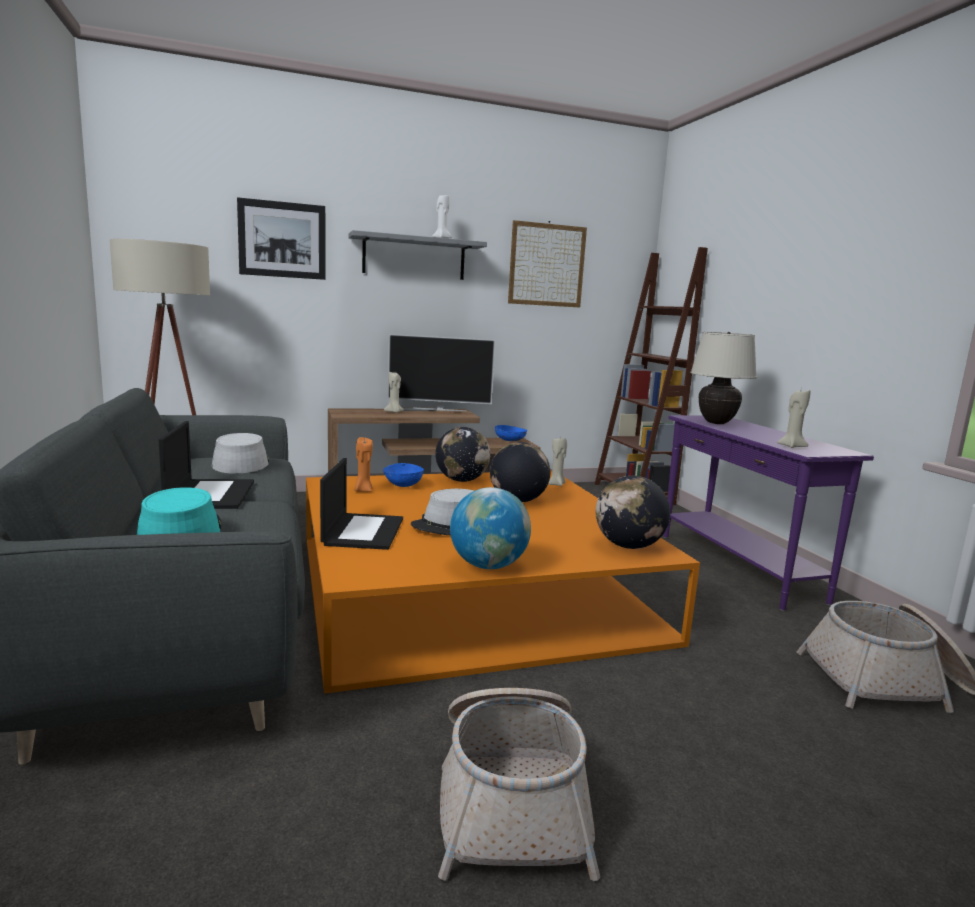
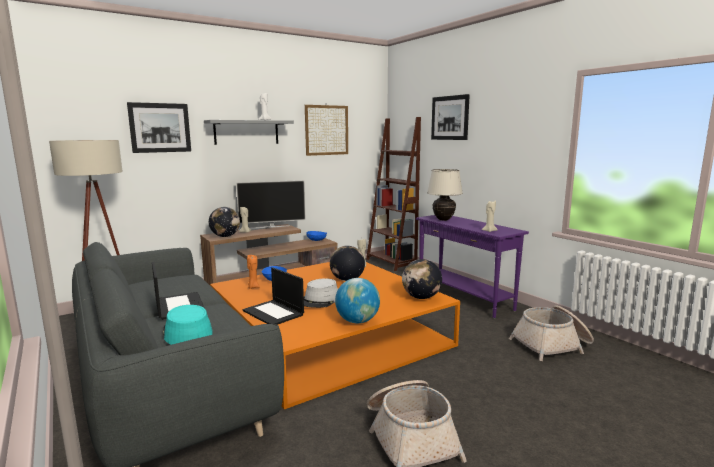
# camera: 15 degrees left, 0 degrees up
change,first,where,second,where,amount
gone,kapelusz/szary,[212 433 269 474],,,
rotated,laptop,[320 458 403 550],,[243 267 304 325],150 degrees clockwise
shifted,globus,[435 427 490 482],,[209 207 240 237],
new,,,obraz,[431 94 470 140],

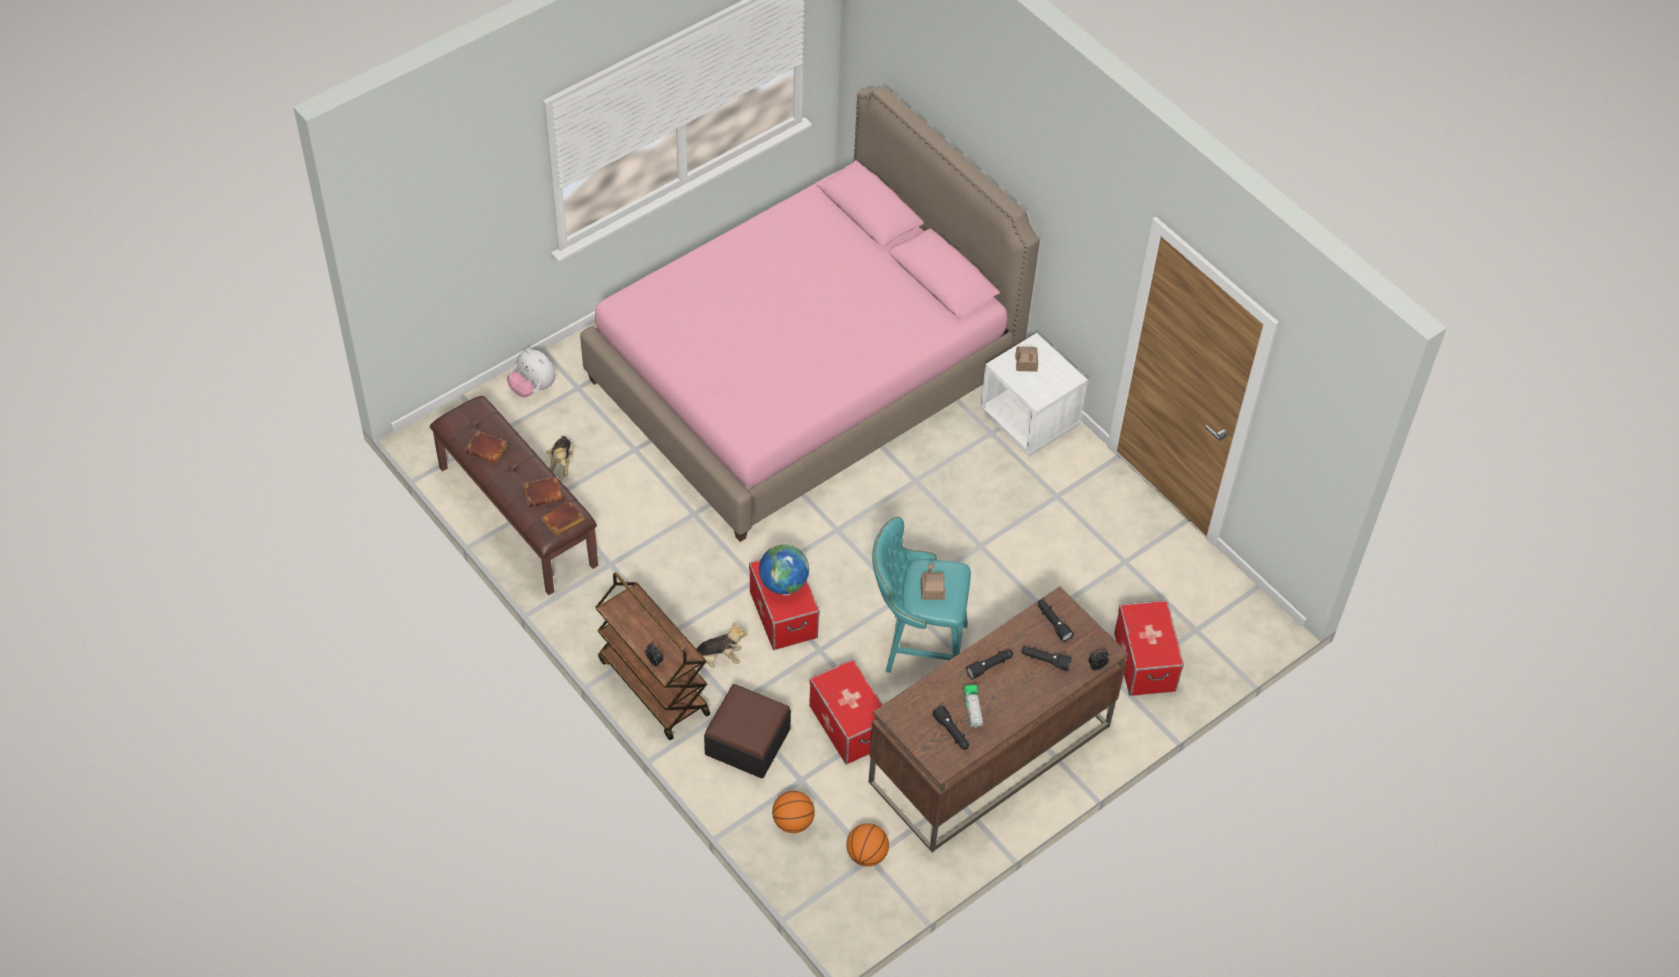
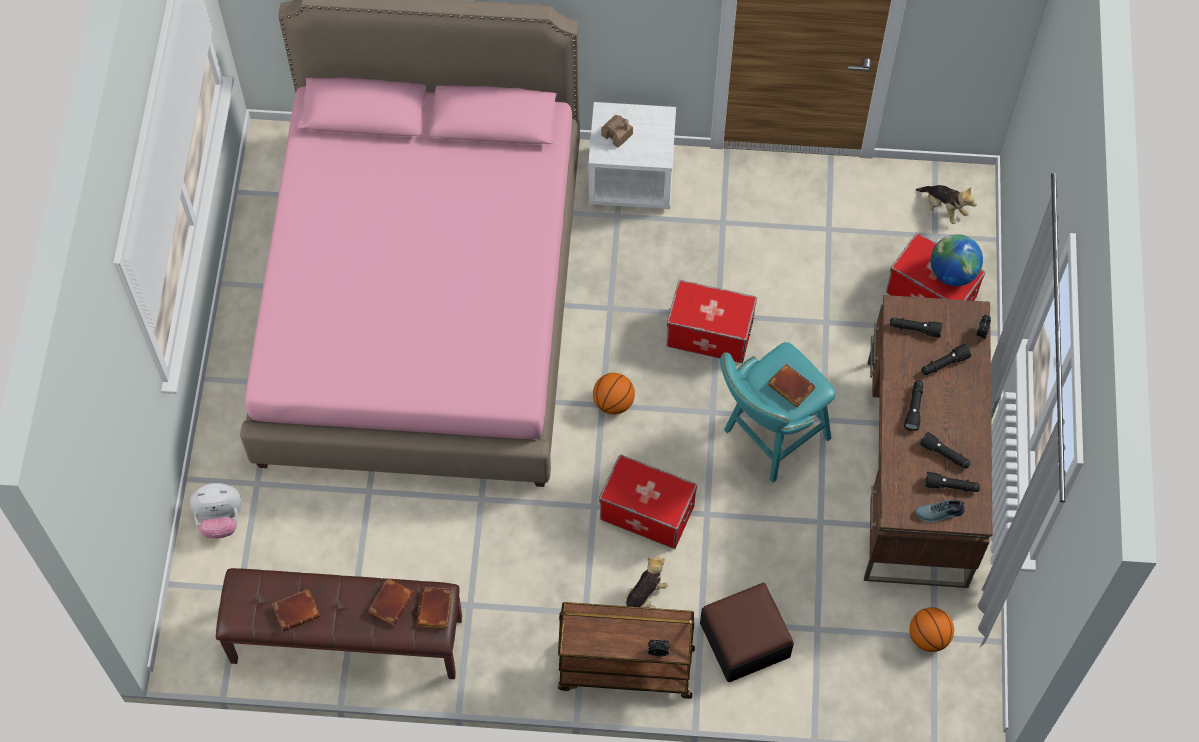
# camera: 45 degrees left, 10 degrees up
change,first,where,second,where,amount
shifted,pluszak,[547 436 574 477],,[916 185 977 224],
shifted,globus,[759 544 809 594],,[930 234 983 286],
shifted,piłka do koszykówki,[772 791 815 833],,[593 373 635 415],
shifted,pojemnik do przechowywania,[809 659 883 765],,[666 280 757 363],
swapped,domek,[920 564 945 600],książka/brązowy,[768 364 816 407],
swapped,ciężarówka zabawkowa,[963 685 983 728],latarka/czarny,[920 432 971 469],
new,,,but,[916 500 965 522],

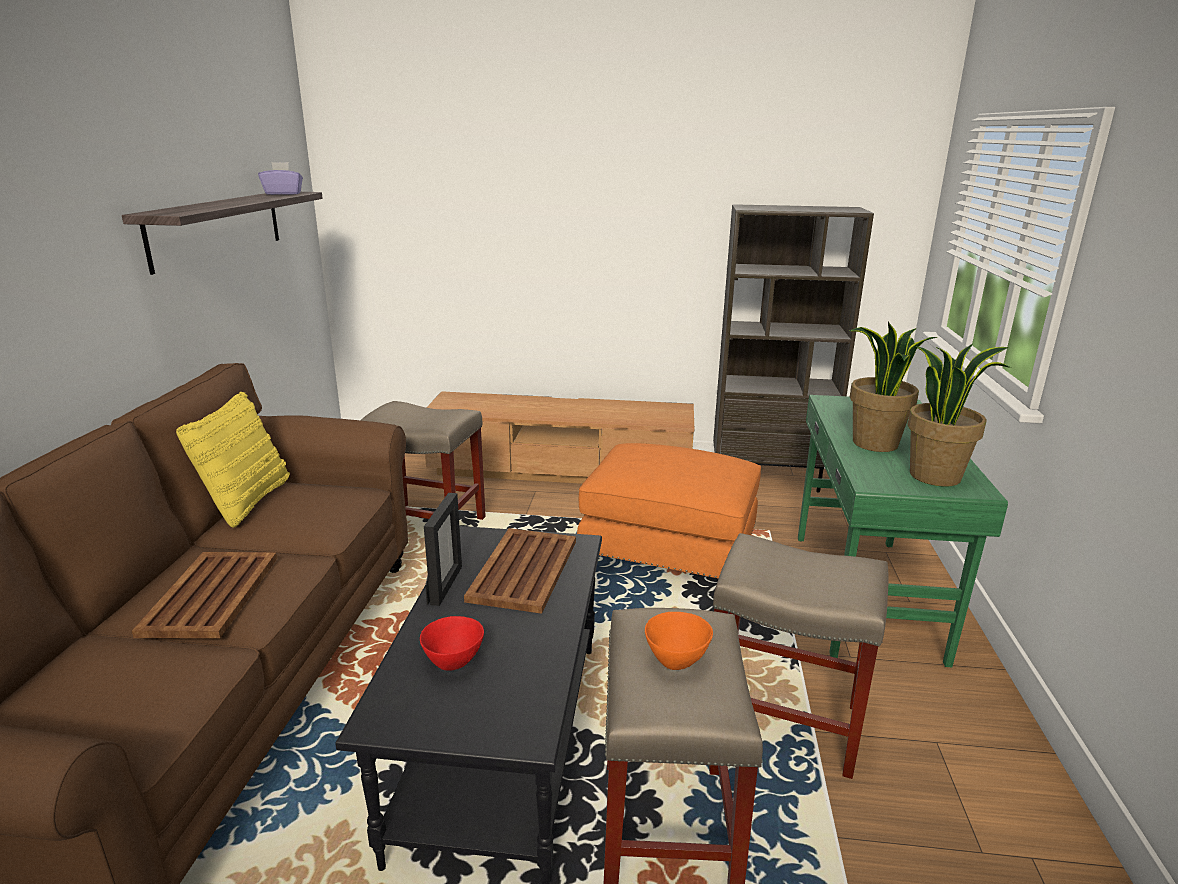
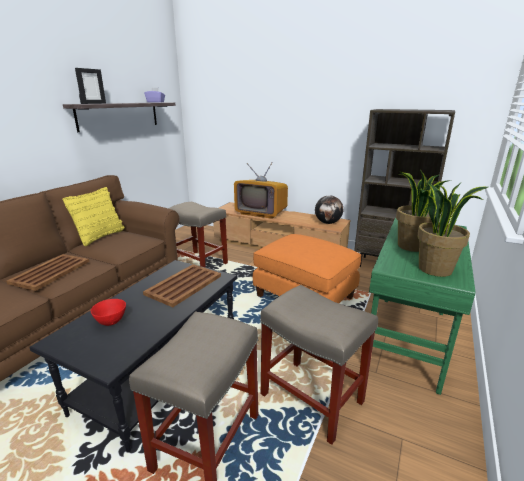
# camera: 20 degrees right, 0 degrees up
change,first,where,second,where,amount
shifted,ramka na zdjęcie,[424 493 462 606],,[75 68 106 104],
gone,miska/pomarańczowy,[645 612 713 670],,,
new,,,telewizor,[234 162 288 219],
new,,,globus,[315 196 344 224],

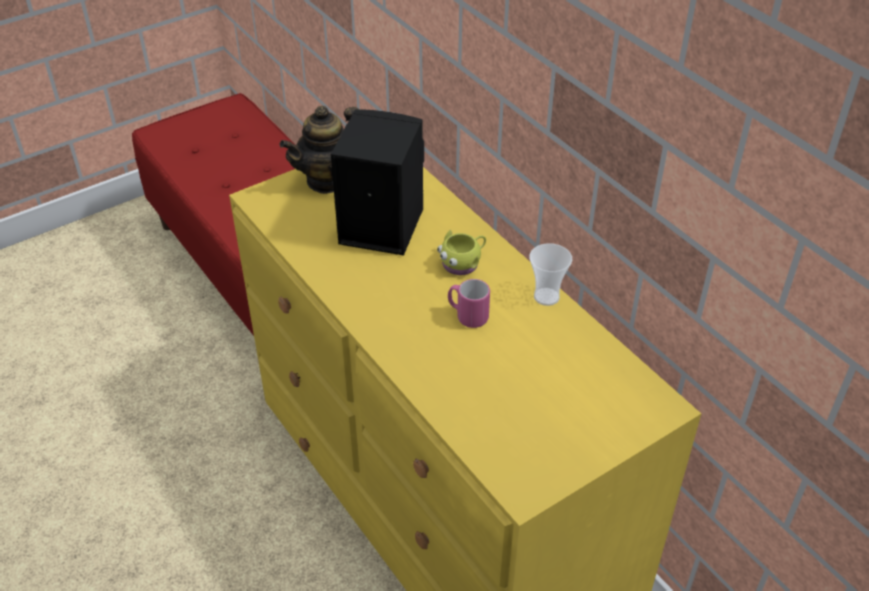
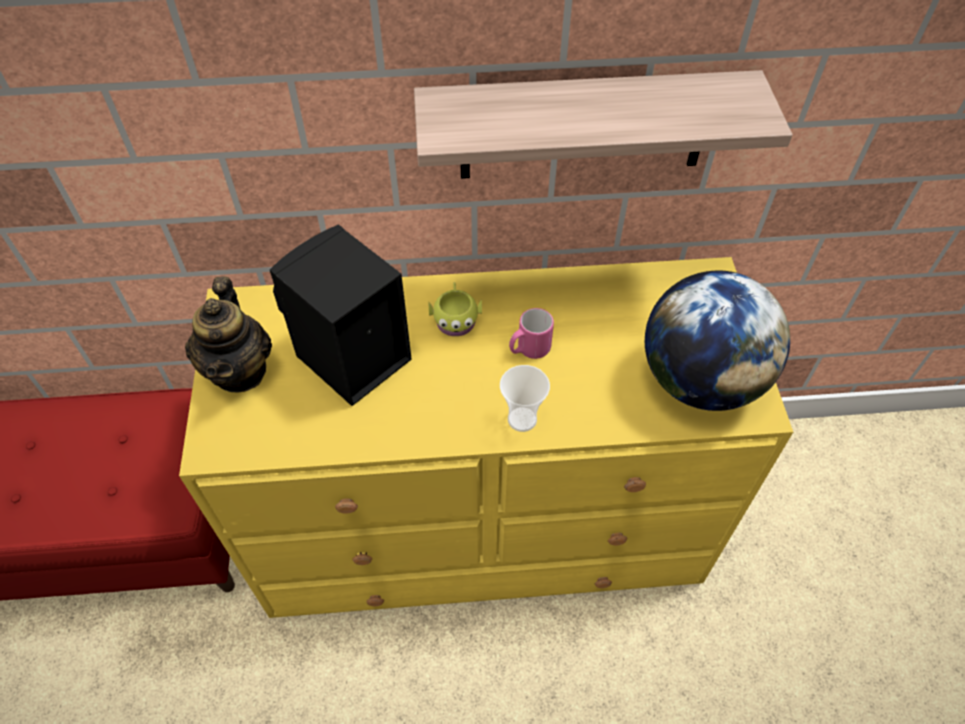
# camera: 60 degrees left, 10 degrees up
change,first,where,second,where,amount
shifted,filiżanka,[529 243 572 306],,[500 365 550 432],
new,,,półka,[414 70 793 179],
new,,,globus,[645 270 790 411],

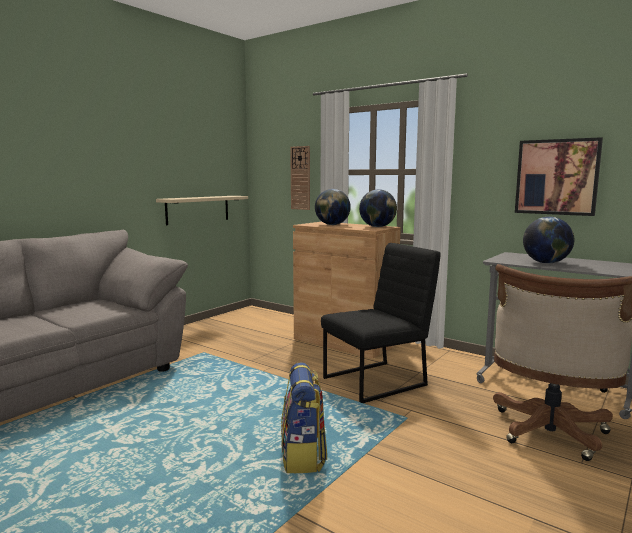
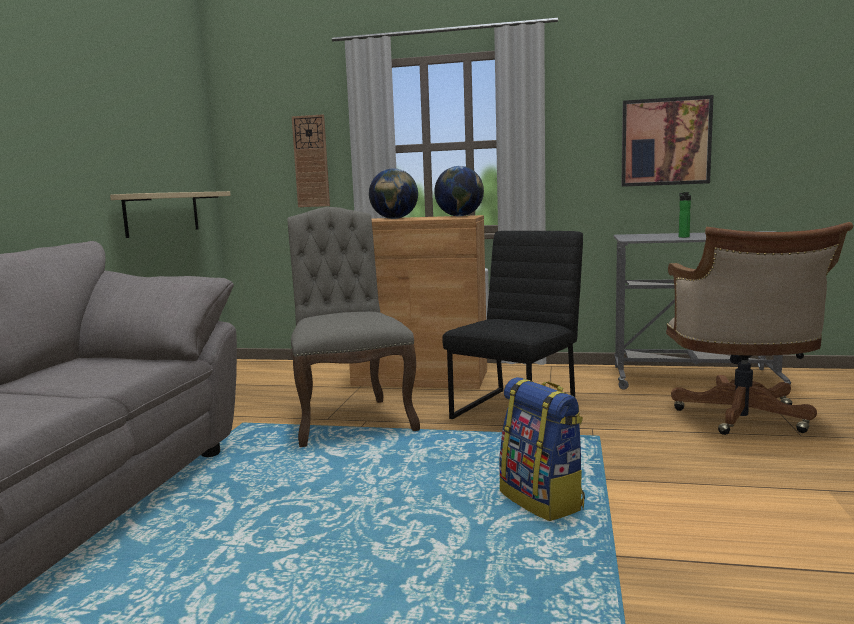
# camera: 25 degrees left, 0 degrees up
change,first,where,second,where,amount
swapped,globus,[523 217 574 264],butelka,[679 192 691 238],
new,,,krzesło/szary,[287 207 420 447],

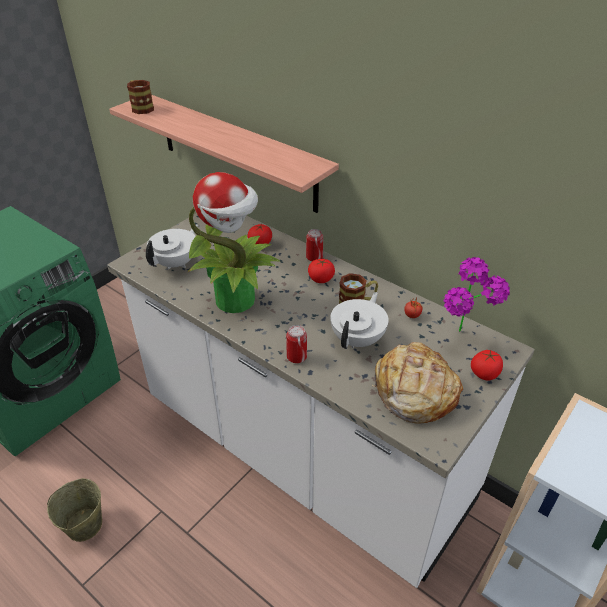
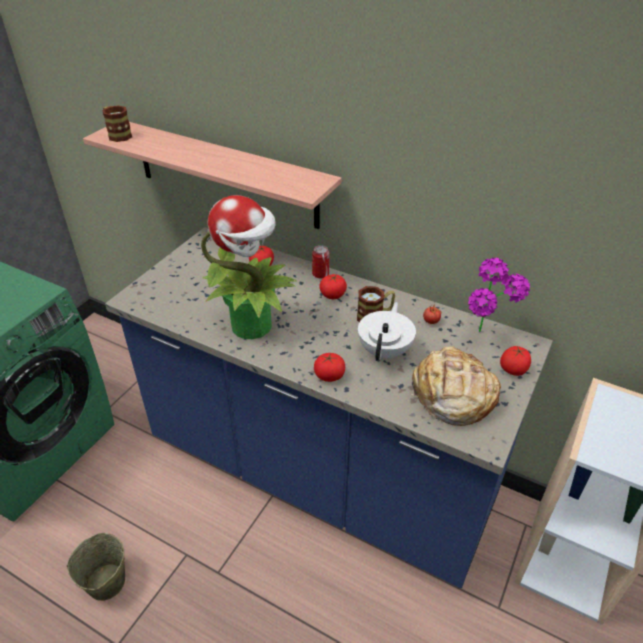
# camera: 10 degrees left, 0 degrees up
change,first,where,second,where,amount
repainted,zabudowa kuchenna/biały,[107 213 535 588],zabudowa kuchenna/niebieski,[105 227 553 589],
gone,imbryk/biały,[146 224 198 270],,,
swapped,puszka,[286 325 307 363],pomidor,[314 353 345 382],

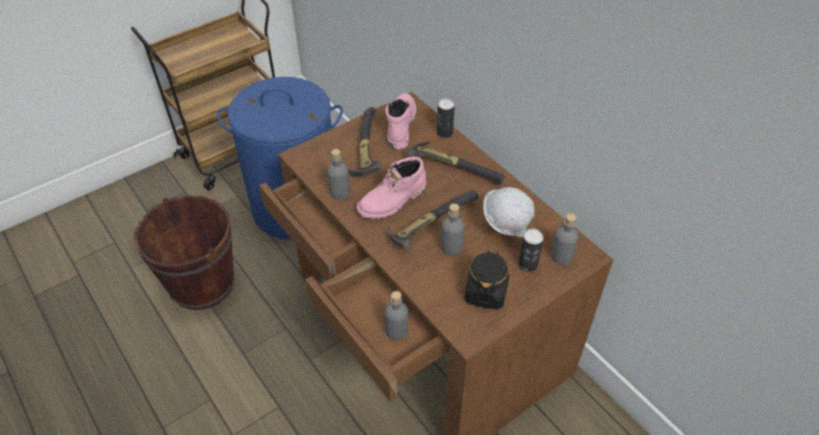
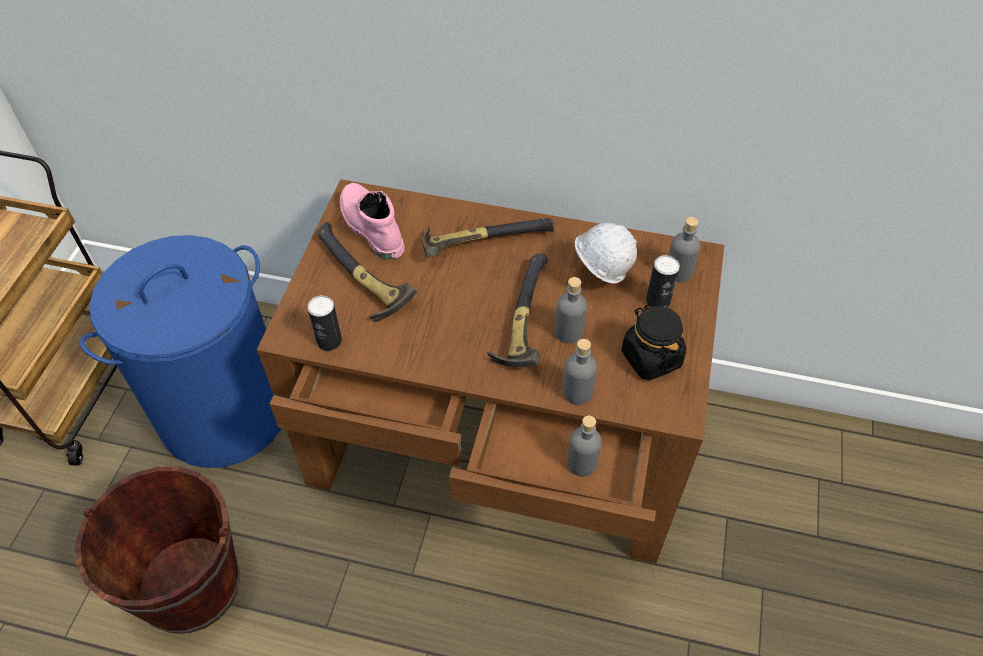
# camera: 40 degrees left, 5 degrees up
change,first,where,second,where,amount
shifted,butelka/szary,[327 149 350 200],,[563 339 597 405],
gone,but z cholewką/różowy,[357 157 426 219],,,
shifted,puszka,[437 98 455 138],,[307 295 342 351],

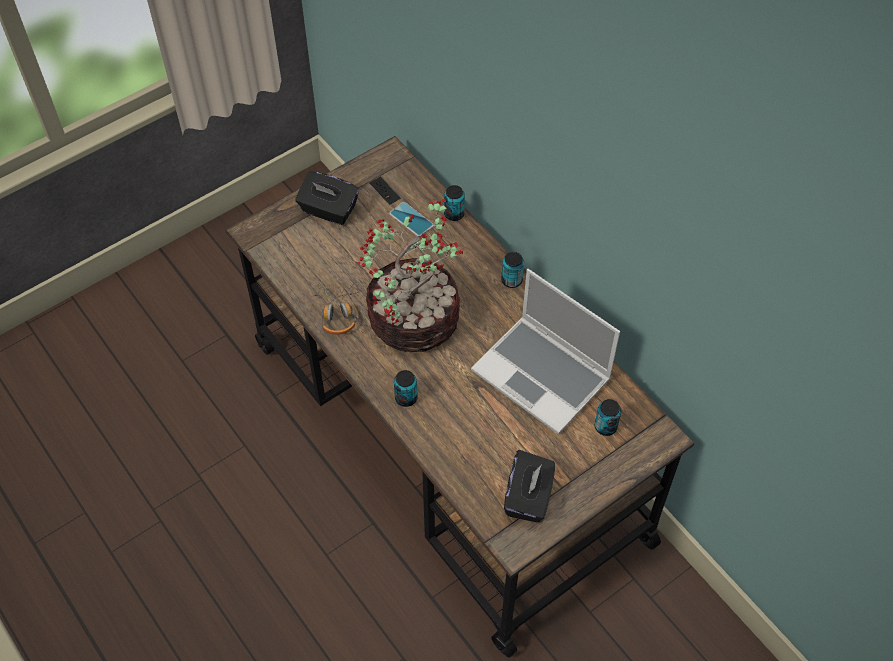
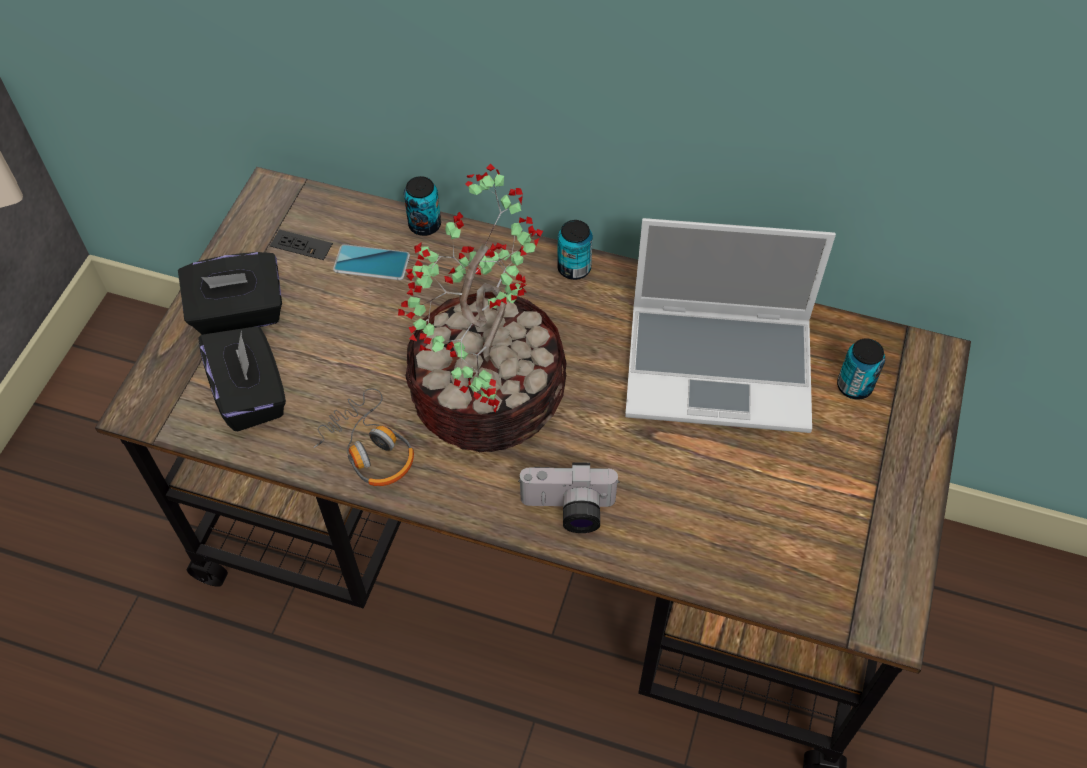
# camera: 35 degrees left, 0 degrees up
change,first,where,second,where,amount
swapped,puszka,[394 370 418 407],aparat fotograficzny,[518 462 620 533],
shifted,pudełko chusteczek/czarny,[504 450 555 522],,[199 326 286 431],

